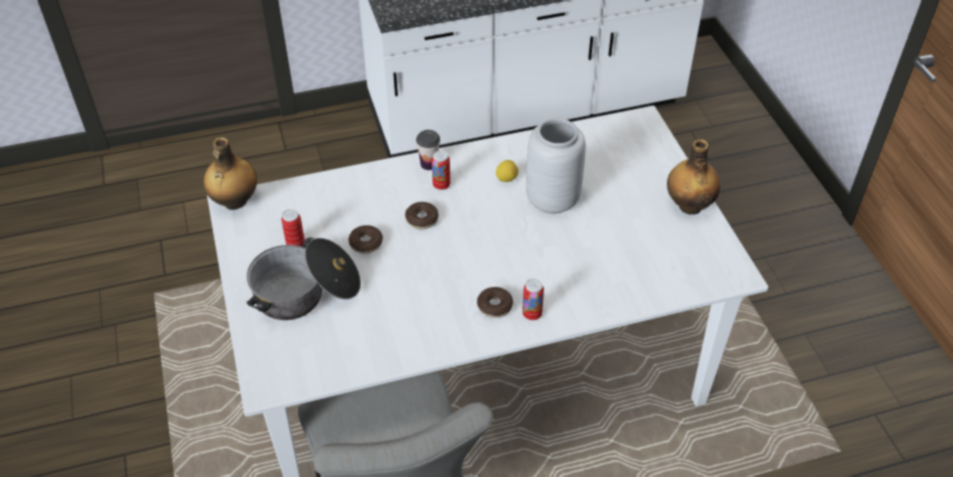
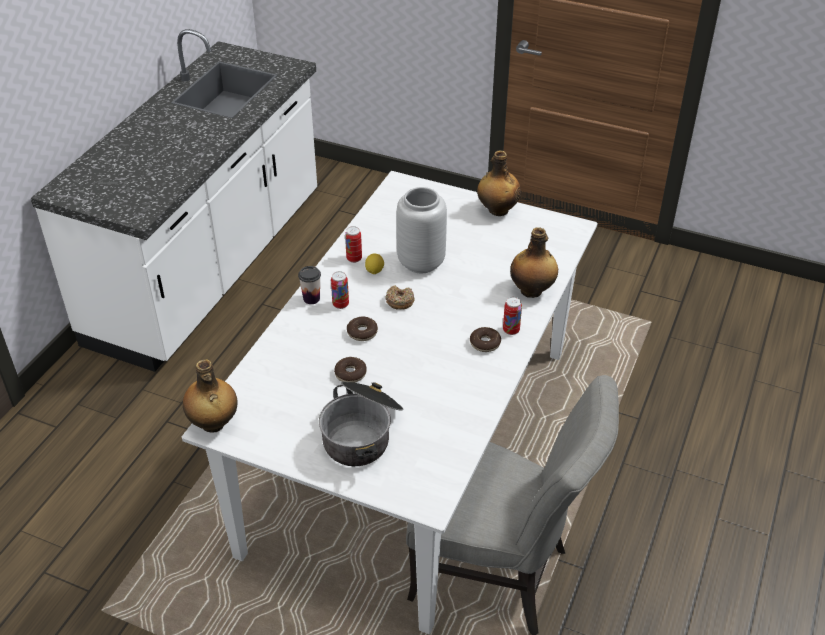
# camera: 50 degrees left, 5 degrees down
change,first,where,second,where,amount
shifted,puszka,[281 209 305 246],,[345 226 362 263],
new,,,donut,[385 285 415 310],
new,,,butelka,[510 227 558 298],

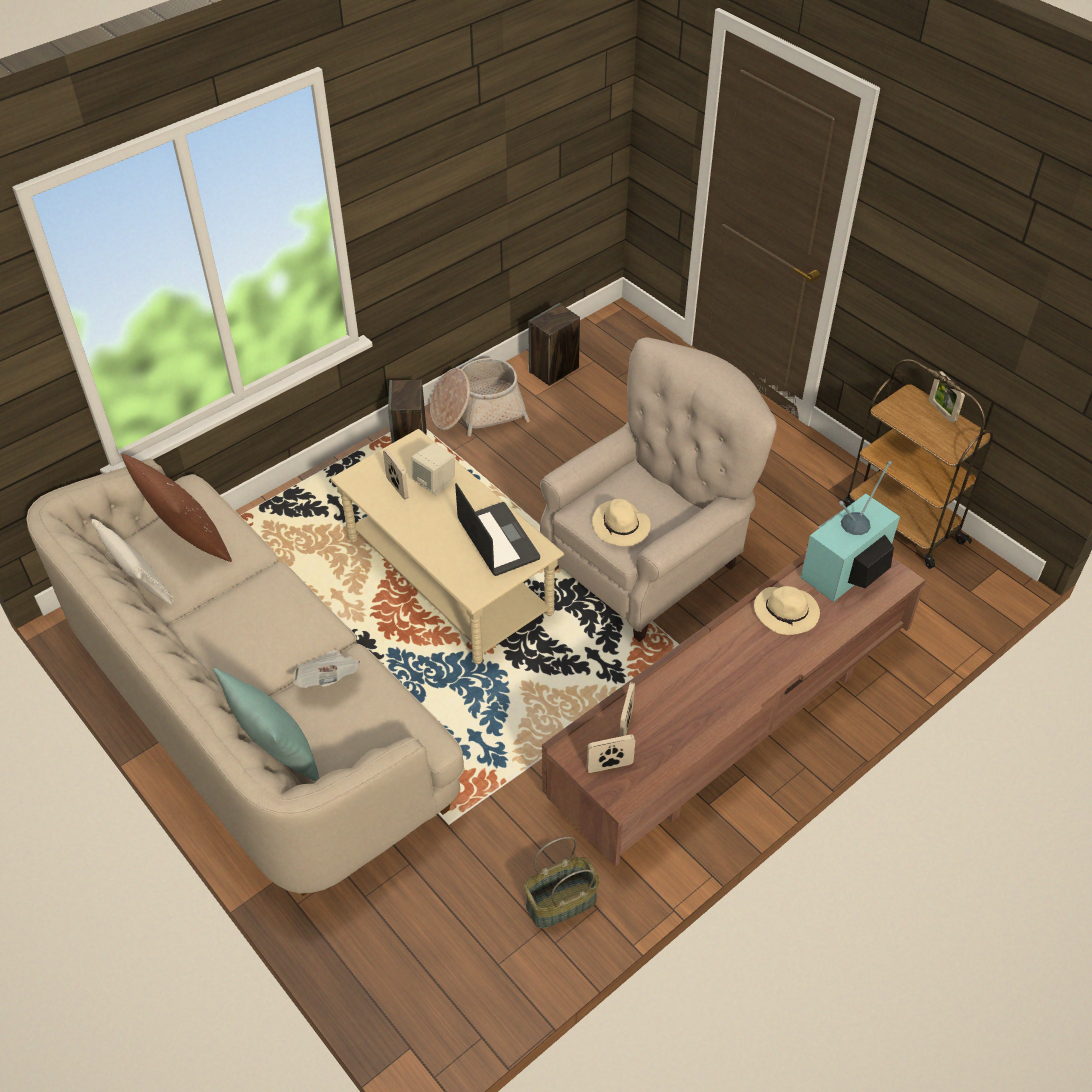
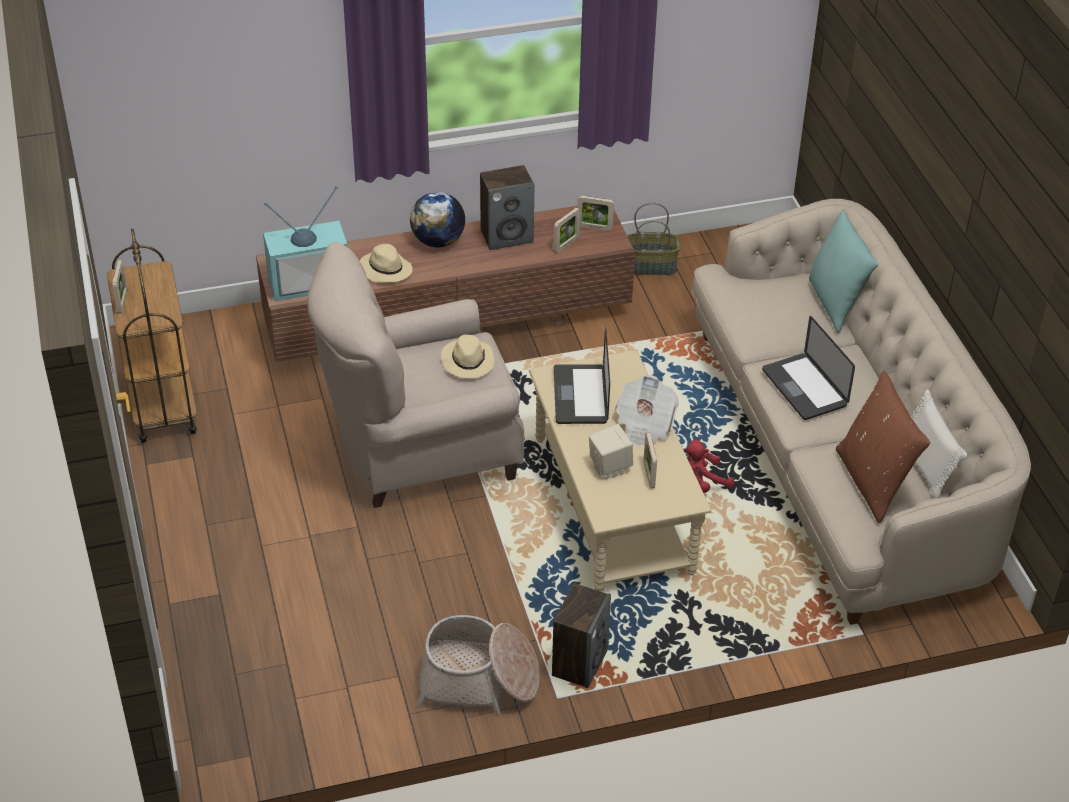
# camera: 155 degrees left, 5 degrees down
change,first,where,second,where,amount
shifted,gazeta,[292 650 361 688],,[615 375 679 446],
shifted,głośnik,[528 303 580 386],,[480 165 534 250],
new,,,globus,[410 192 466 247],
new,,,pluszak/czerwony,[683 440 734 493],
new,,,laptop,[762 316 855 420],

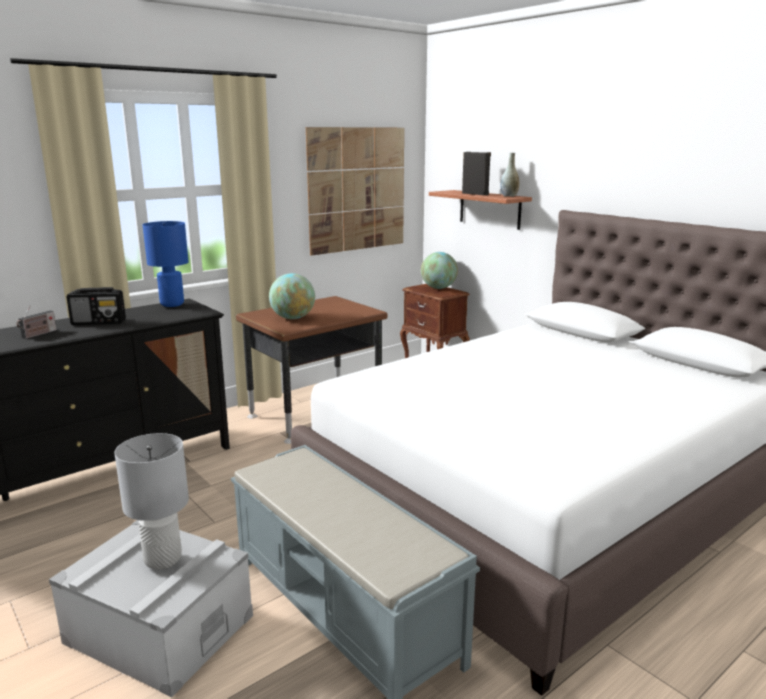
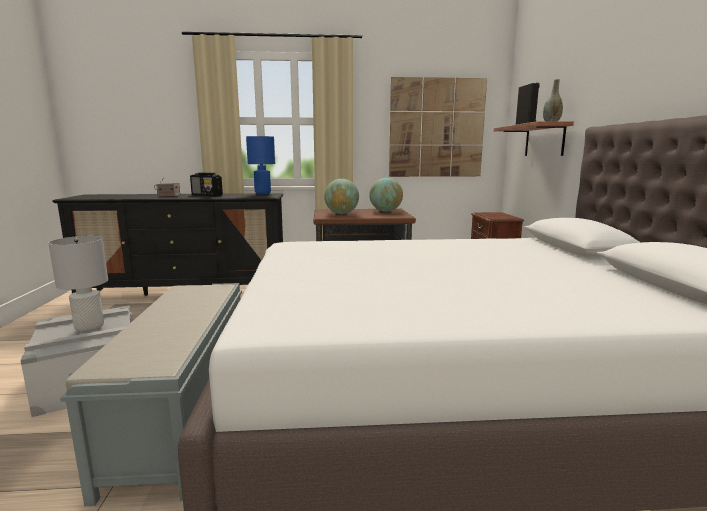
# camera: 35 degrees right, 5 degrees down
change,first,where,second,where,amount
shifted,globus,[421 252 458 289],,[369 178 403 212],

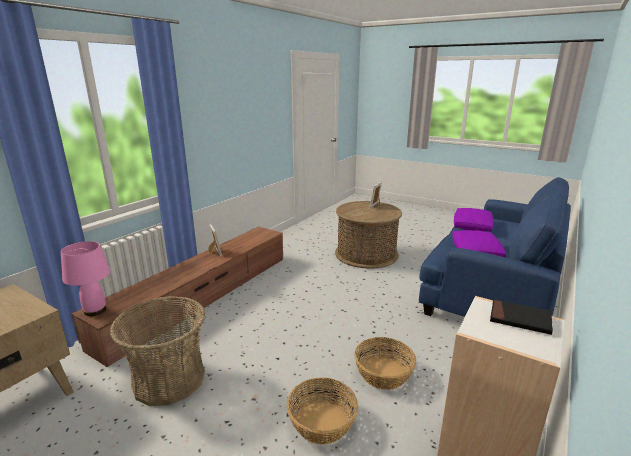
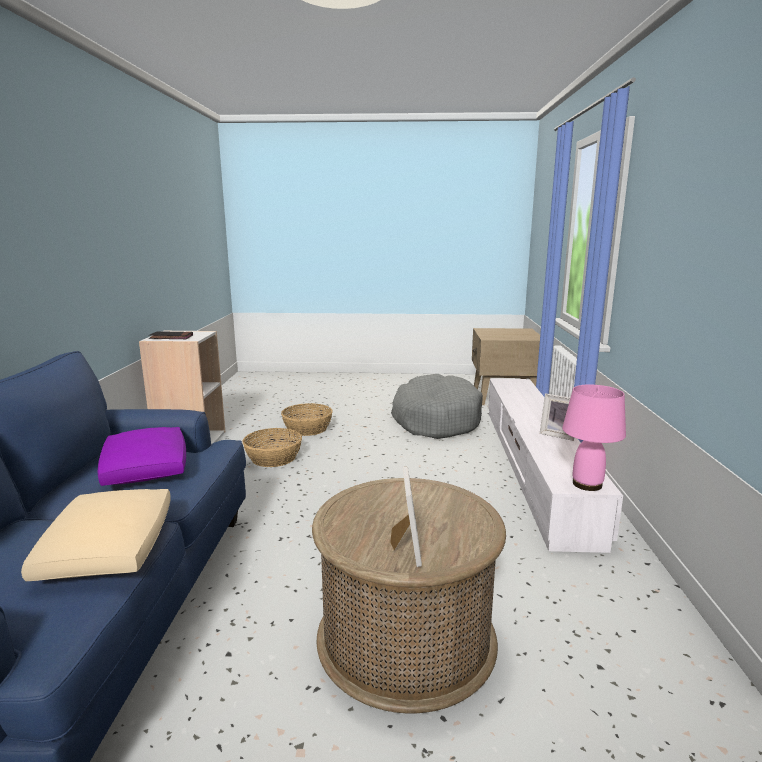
# camera: 150 degrees right, 5 degrees down
change,first,where,second,where,amount
shifted,lampa stołowa/różowy,[61 241 110 316],,[562 384 626 491],
repainted,szafka pod telewizor/brązowy,[71 227 283 367],szafka pod telewizor/biały,[488 379 623 553],
swapped,koszyk,[110 296 205 406],legowisko/szary,[391 374 483 439],
repainted,poduszka/fioletowy,[454 208 494 232],poduszka/beżowy,[21 489 171 581],

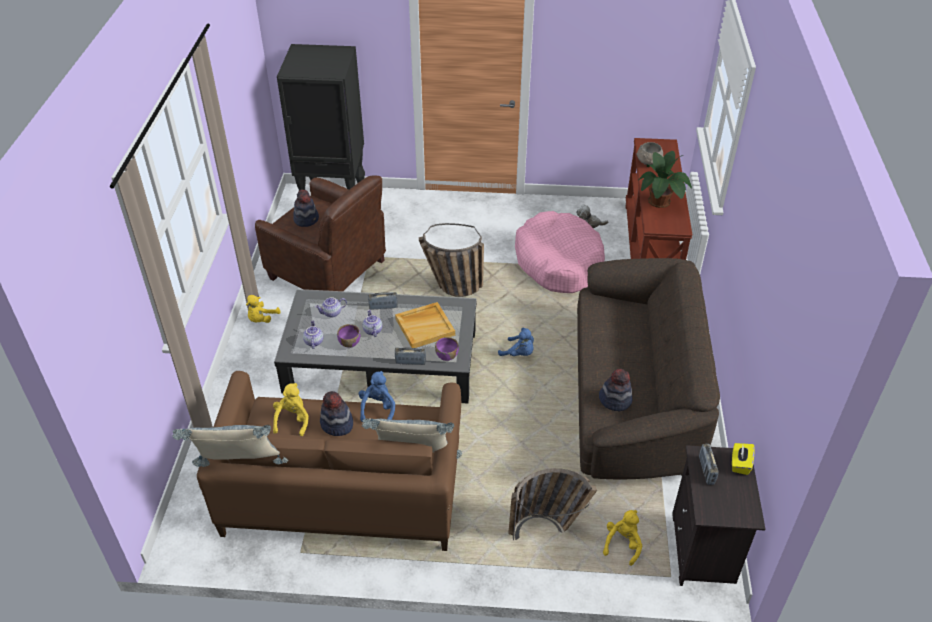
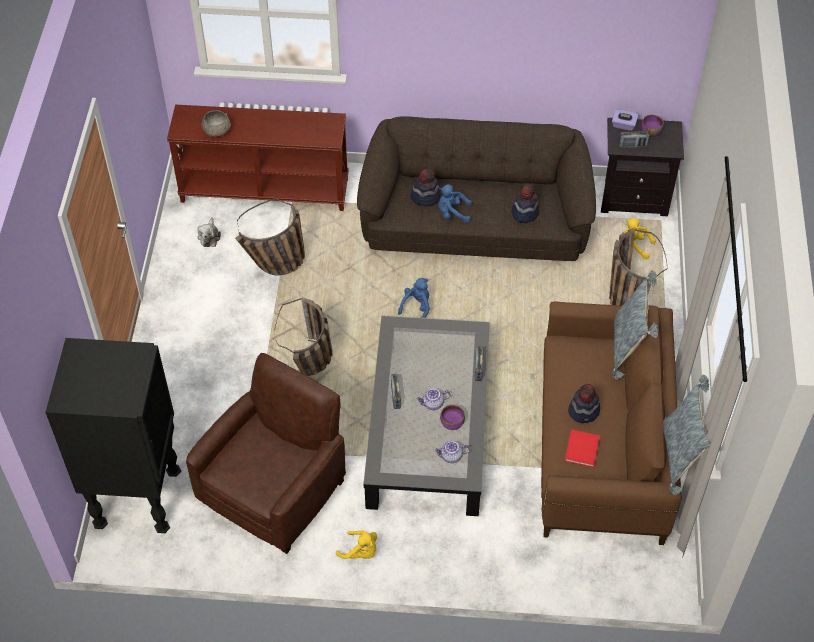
# camera: 90 degrees left, 10 degrees up
change,first,where,second,where,amount
swapped,pluszak/żółty,[273 383 309 436],książka/czerwony,[565 429 600 467],
shifted,kapelusz,[293 190 319 227],,[410 169 440 206],
gone,imbryk,[315 297 347 317],,,
shifted,pluszak/niebieski,[359 371 395 422],,[438 184 472 223],
gone,taca/beżowy,[395 302 455 348],,,
shifted,miska/fioletowy,[435 337 459 361],,[641 115 664 137],
swapped,legowisko/różowy,[515 211 605 293],koszyk,[235 198 305 276],
gone,roślina doniczkowa,[638 151 692 208],,,
repainted,pudełko chusteczek/żółty,[732 443 755 475],pudełko chusteczek/fioletowy,[612 109 638 131],

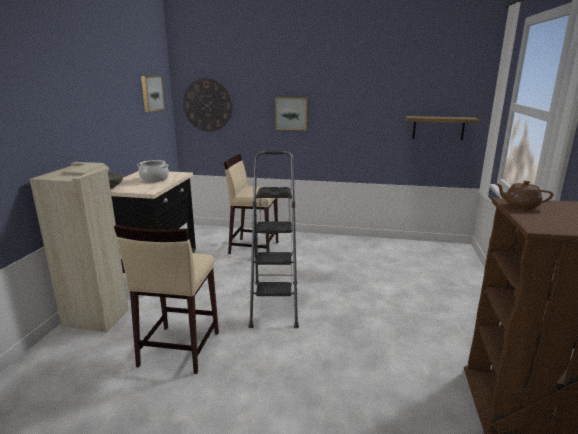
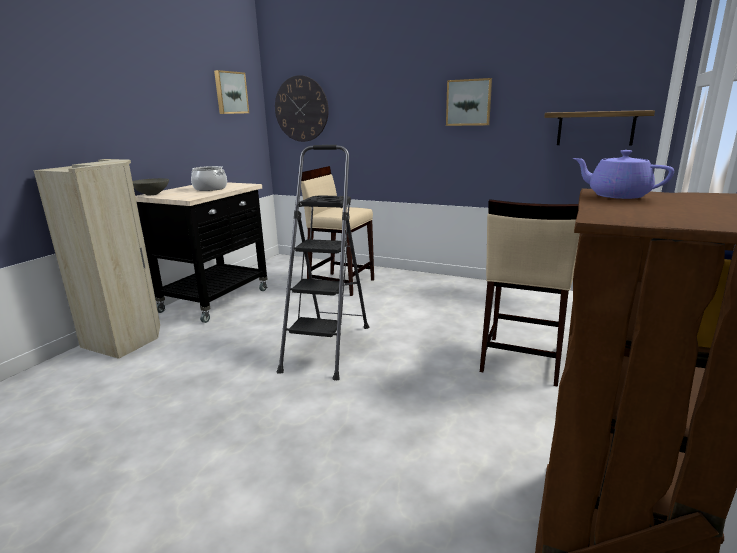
# camera: 15 degrees right, 0 degrees up
change,first,where,second,where,amount
shifted,stołek/beżowy,[114 224 219 374],,[480 199 580 387],
shifted,obraz,[275 97 307 130],,[446 78 492 126],
repainted,imbryk/brązowy,[494 181 553 209],imbryk/fioletowy,[573 150 674 199],

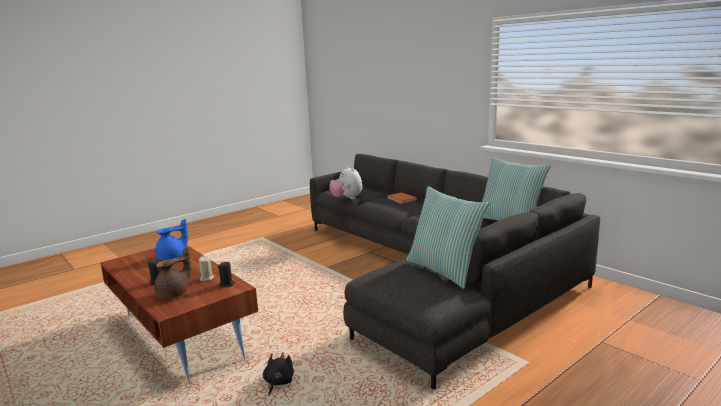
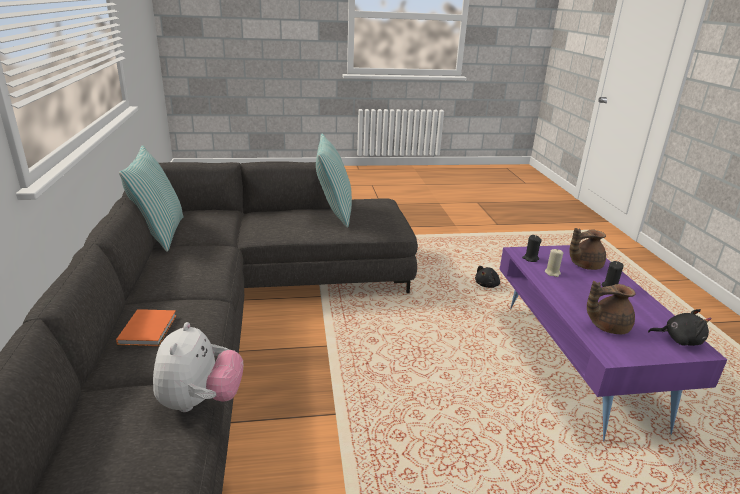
# camera: 150 degrees left, 10 degrees up
change,first,where,second,where,amount
repainted,ława/brązowy,[100 245 258 384],ława/fioletowy,[499 245 727 441],
repainted,imbryk/niebieski,[155 219 188 260],imbryk/brązowy,[587 280 636 334],
new,,,pluszak/czarny,[648 309 712 346],

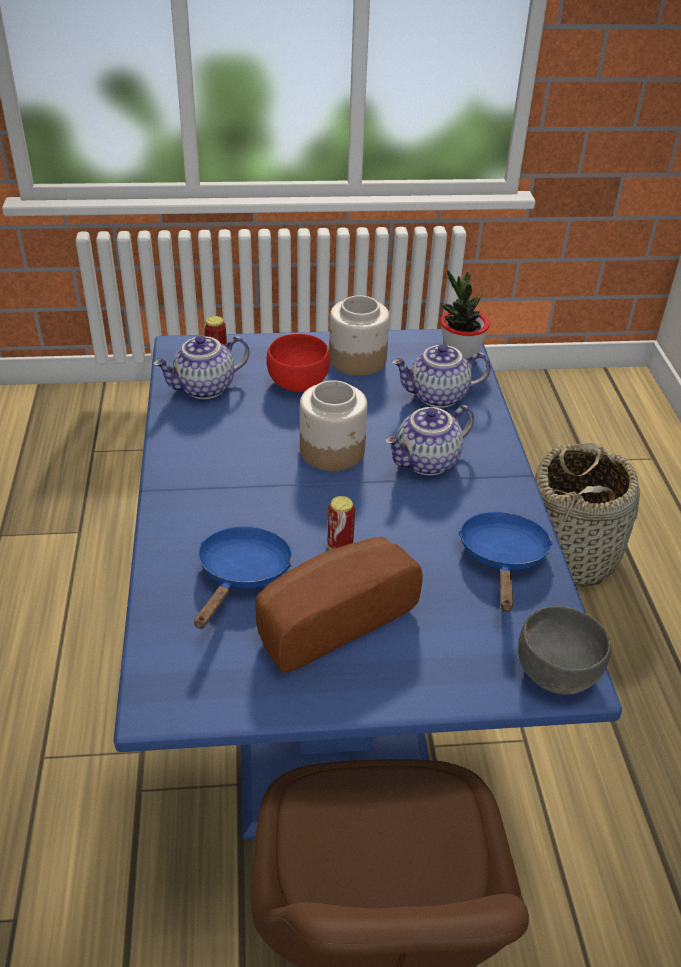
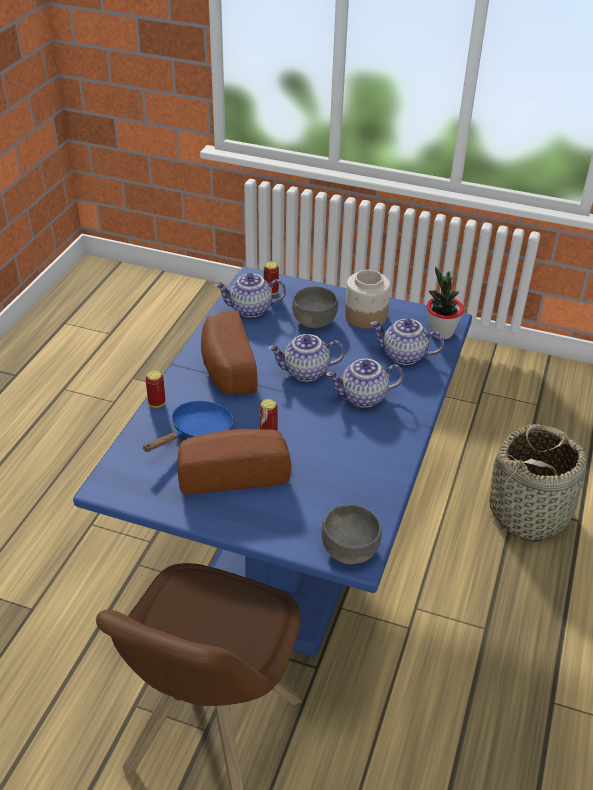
# camera: 25 degrees right, 0 degrees up
change,first,where,second,where,amount
repainted,miska/czerwony,[267 334 330 392],miska/szary,[292 286 338 328],
swapped,słoik,[300 380 367 471],imbryk,[268 334 345 382],
gone,patelnia/niebieski,[458 512 554 612],,,
new,,,puszka,[146 370 165 408],
new,,,chleb,[201 311 258 395],

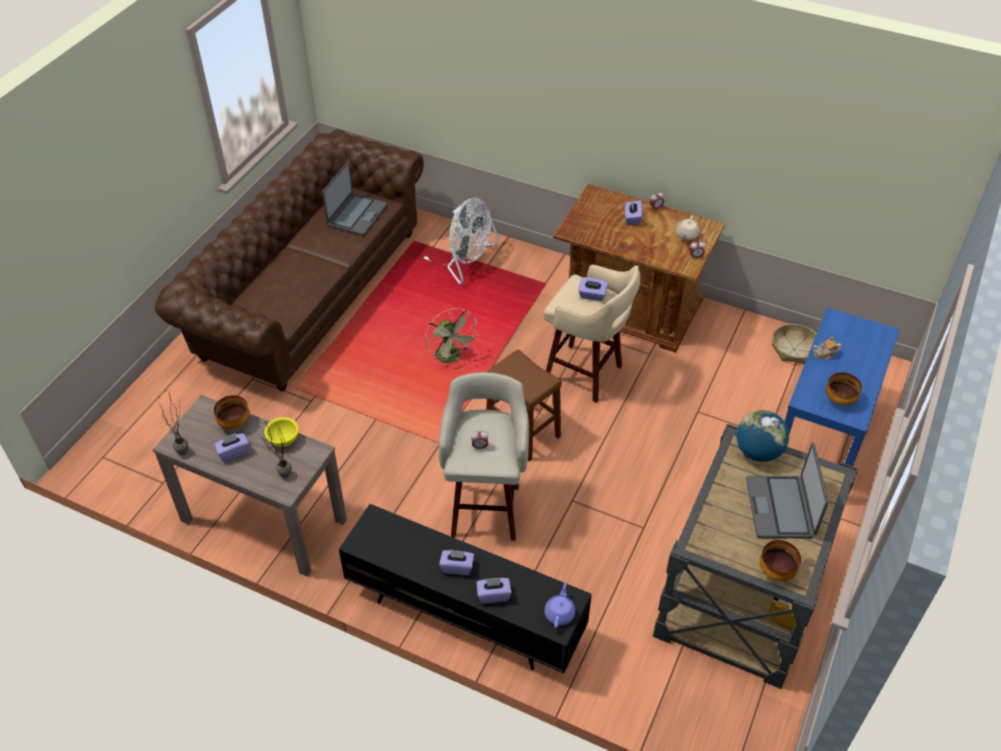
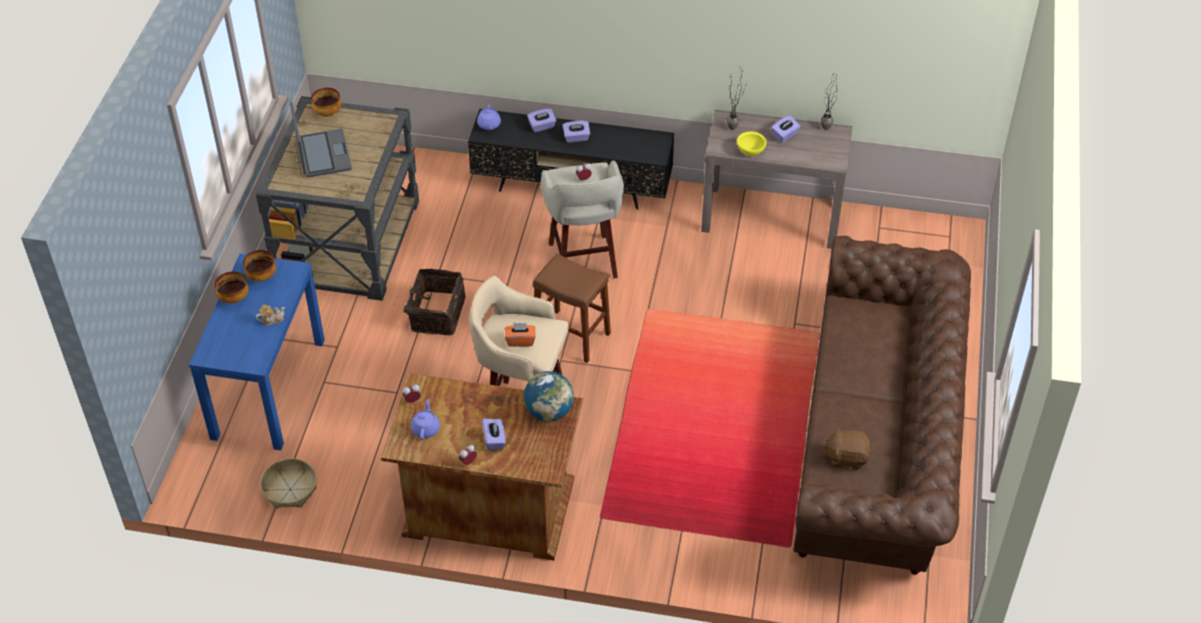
# camera: 165 degrees right, 0 degrees up
change,first,where,second,where,amount
shifted,miska,[214 395 250 429],,[215 271 249 303],
swapped,laptop,[322 162 387 236],pluszak/brązowy,[823 426 871 470],
gone,wentylator/biały,[424 198 499 285],,,
gone,wentylator/zielony,[425 308 479 363],,,
repainted,pudełko chusteczek/fioletowy,[578 277 608 301],pudełko chusteczek/pomarańczowy,[505 323 535 347],
repainted,imbryk/beżowy,[676 215 700 241],imbryk/fioletowy,[411 399 440 440],
shifted,globus,[736 410 789 462],,[524 371 574 421],
new,,,koszyk,[397 269 466 336],

